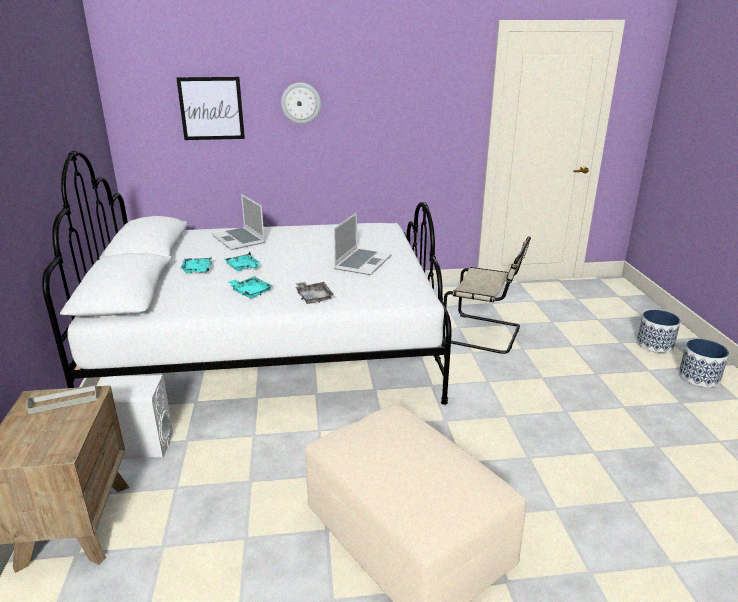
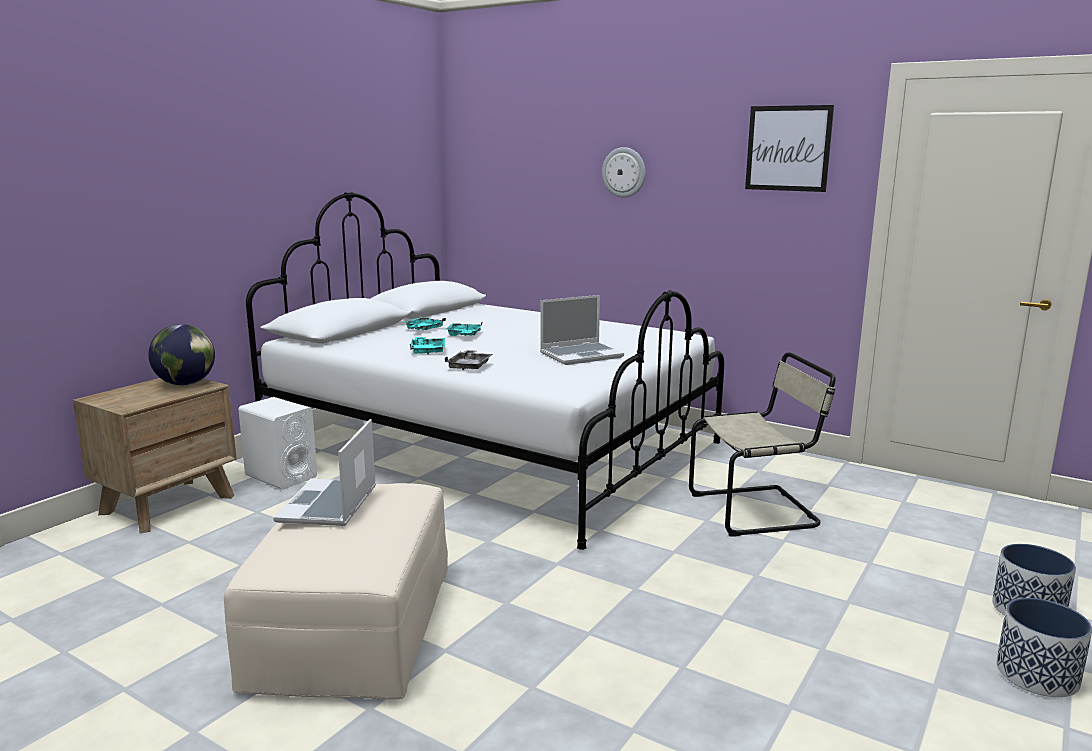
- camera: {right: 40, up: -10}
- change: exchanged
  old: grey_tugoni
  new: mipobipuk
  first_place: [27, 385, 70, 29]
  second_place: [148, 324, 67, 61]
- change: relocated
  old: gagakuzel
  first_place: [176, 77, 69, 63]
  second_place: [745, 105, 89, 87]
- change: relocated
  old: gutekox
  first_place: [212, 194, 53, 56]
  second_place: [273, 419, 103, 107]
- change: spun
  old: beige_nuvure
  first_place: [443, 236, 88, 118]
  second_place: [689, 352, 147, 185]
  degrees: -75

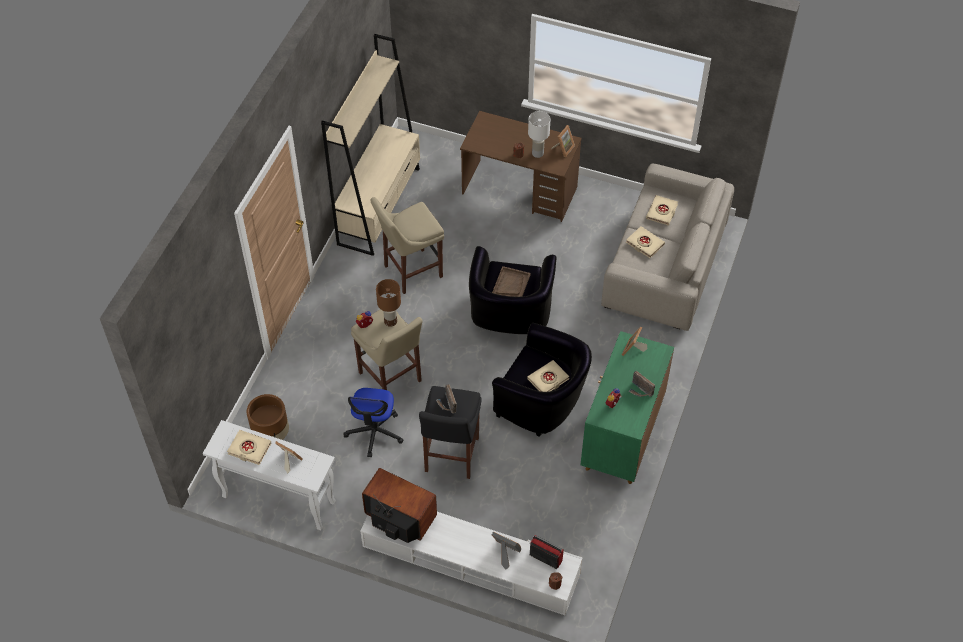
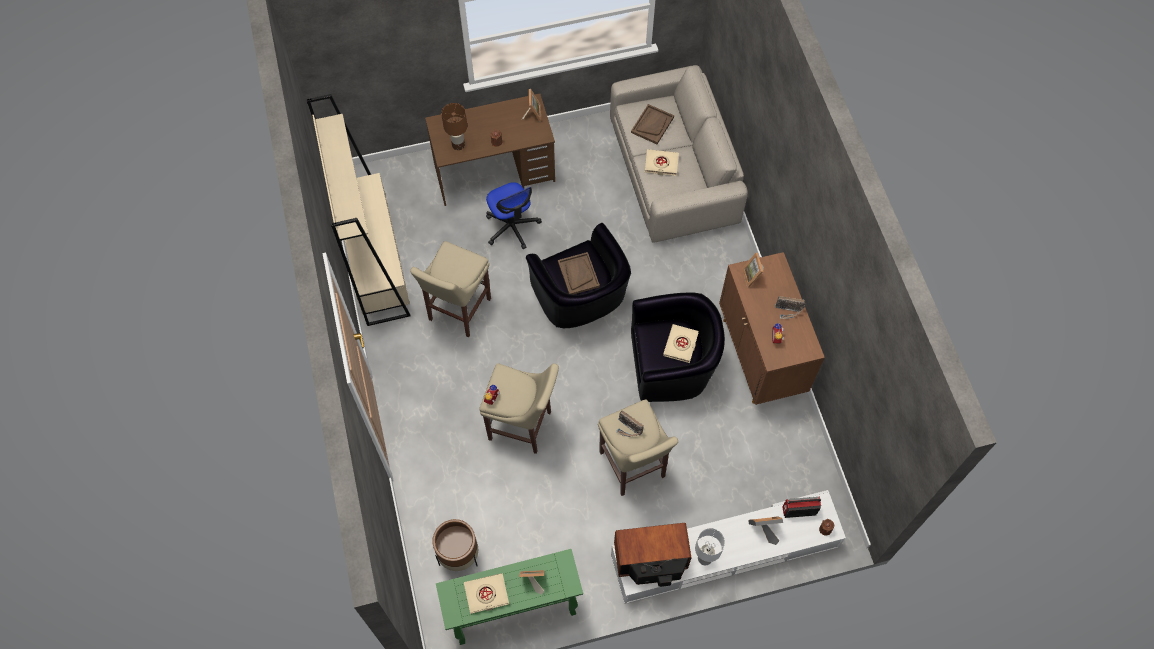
- camera: {right: -35, up: 10}
- change: colour
  old: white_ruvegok
  new: green_ruvegok
  first_place: [203, 420, 133, 111]
  second_place: [436, 549, 147, 96]
- change: relocated
  old: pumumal
  first_place: [343, 388, 61, 69]
  second_place: [486, 182, 56, 67]
- change: relocated
  old: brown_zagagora
  first_place: [376, 279, 25, 48]
  second_place: [441, 103, 26, 47]
- change: colour
  old: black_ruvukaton
  new: beige_ruvukaton
  first_place: [419, 386, 62, 93]
  second_place: [598, 399, 80, 97]
- change: relocated
  old: white_zagagora
  first_place: [528, 111, 23, 47]
  second_place: [695, 528, 30, 37]
- change: colour
  old: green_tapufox
  new: brown_tapufox
  first_place: [580, 331, 94, 153]
  second_place: [719, 252, 106, 153]
- change: exchanged
  old: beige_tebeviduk
  new: brown_tugoni
  first_place: [646, 195, 32, 31]
  second_place: [631, 104, 43, 40]

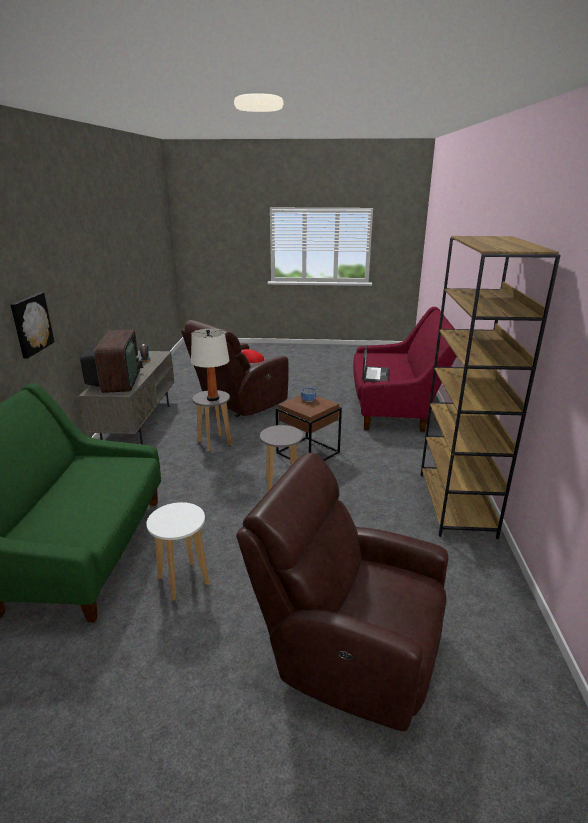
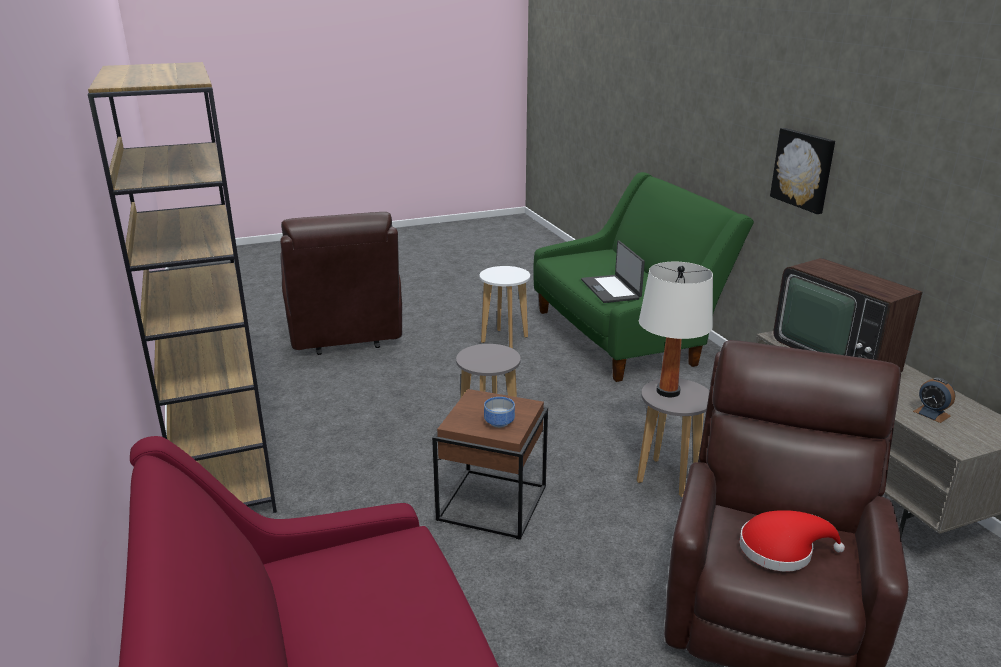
- camera: {right: 155, up: 0}
- change: spun
  old: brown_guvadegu
  first_place: [236, 453, 212, 279]
  second_place: [280, 212, 122, 143]
  degrees: 75
- change: relocated
  old: gutekox
  first_place: [362, 345, 27, 37]
  second_place: [581, 240, 64, 63]

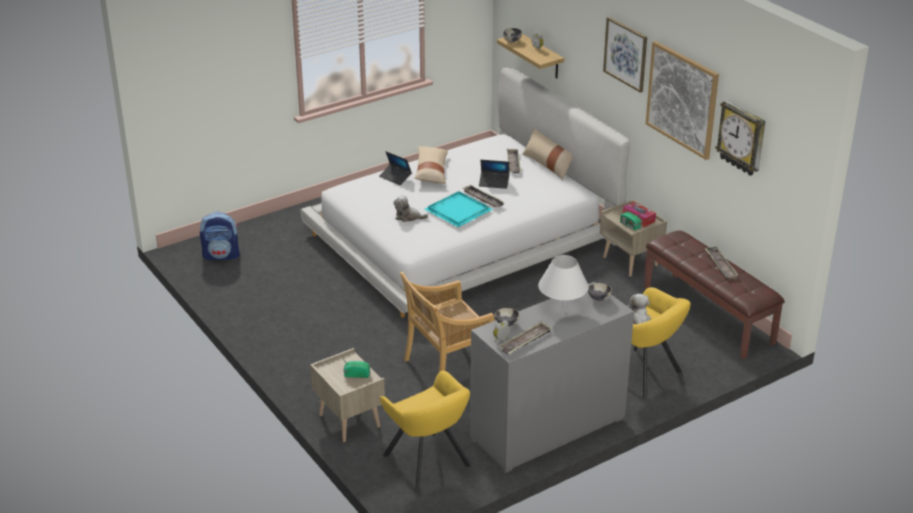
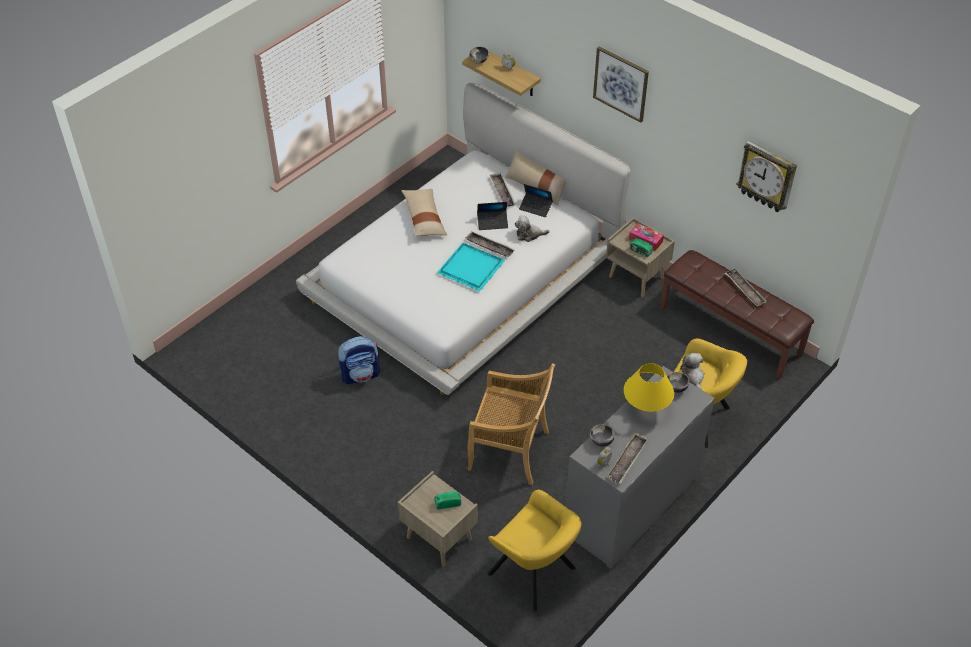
- camera: {right: -15, up: 15}
- change: relocated
  old: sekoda
  first_place: [200, 212, 40, 48]
  second_place: [338, 336, 42, 48]
- change: relocated
  old: gutekox
  first_place: [379, 151, 33, 34]
  second_place: [519, 184, 34, 33]
- change: relocated
  old: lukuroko
  first_place: [394, 195, 34, 27]
  second_place: [515, 215, 35, 27]
- change: spun
  old: beige_nuvure
  first_place: [400, 272, 95, 100]
  second_place: [467, 363, 88, 122]
  degrees: -120
- change: colour
  old: white_zagagora
  new: yellow_zagagora
  first_place: [538, 255, 51, 54]
  second_place: [624, 363, 50, 49]
- change: missing
  old: gagakuzel
  first_place: [646, 41, 73, 119]

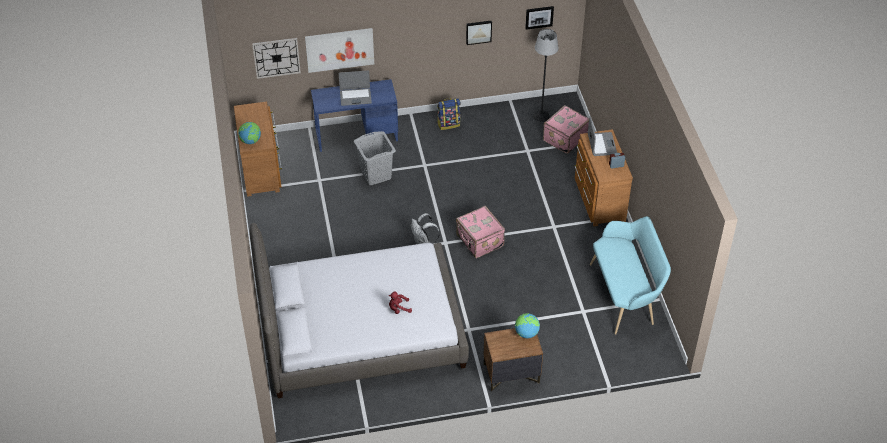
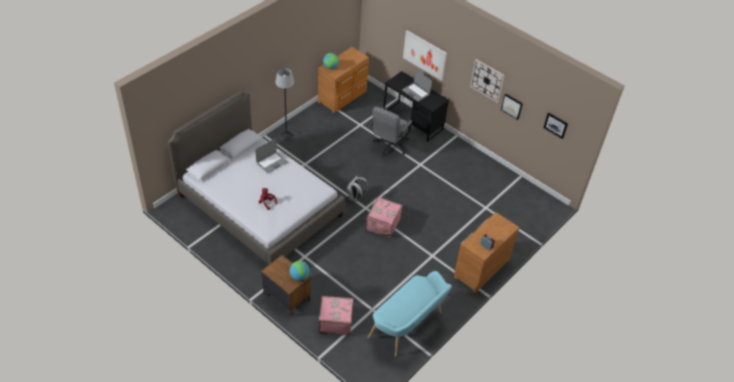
- camera: {right: 50, up: 0}
- change: relocated
  old: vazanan
  first_place: [252, 38, 49, 41]
  second_place: [470, 59, 35, 44]
- change: colour
  old: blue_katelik
  new: black_katelik
  first_place: [311, 79, 87, 73]
  second_place: [383, 71, 66, 71]
- change: exchanged
  old: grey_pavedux
  new: grey_pumumal
  first_place: [354, 131, 42, 54]
  second_place: [371, 107, 41, 49]
- change: missing
  old: sekoda
  first_place: [437, 98, 24, 32]
- change: relocated
  old: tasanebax
  first_place: [533, 29, 26, 93]
  second_place: [275, 67, 19, 73]
- change: relocated
  old: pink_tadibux
  first_place: [543, 105, 46, 49]
  second_place: [318, 296, 36, 39]
- change: relocated
  old: gutekox
  first_place: [588, 116, 29, 40]
  second_place: [256, 139, 31, 34]

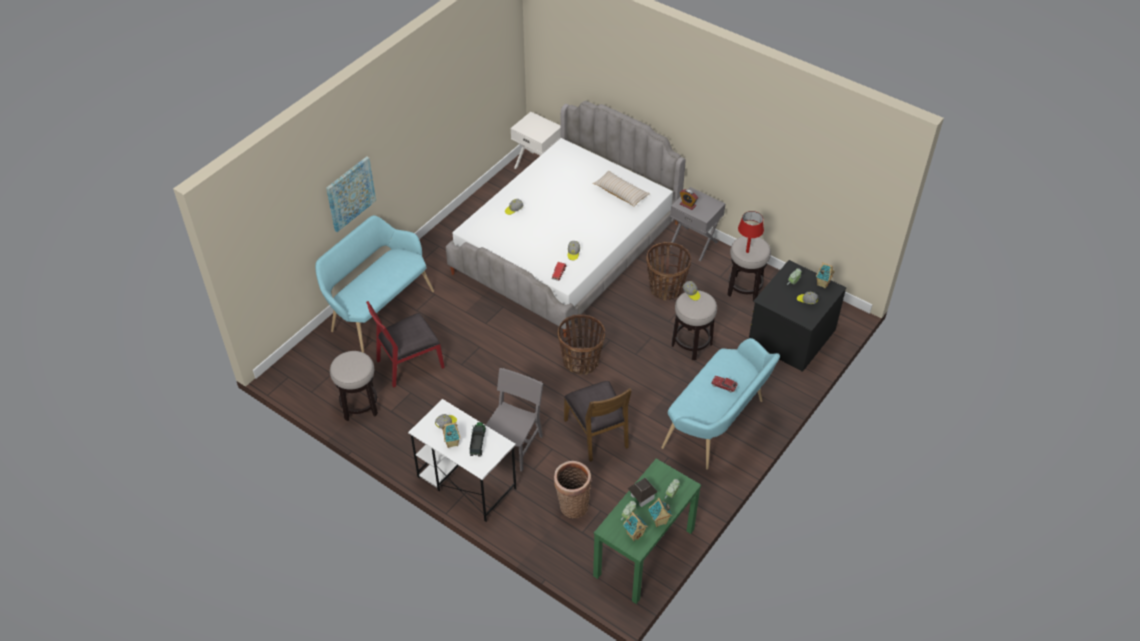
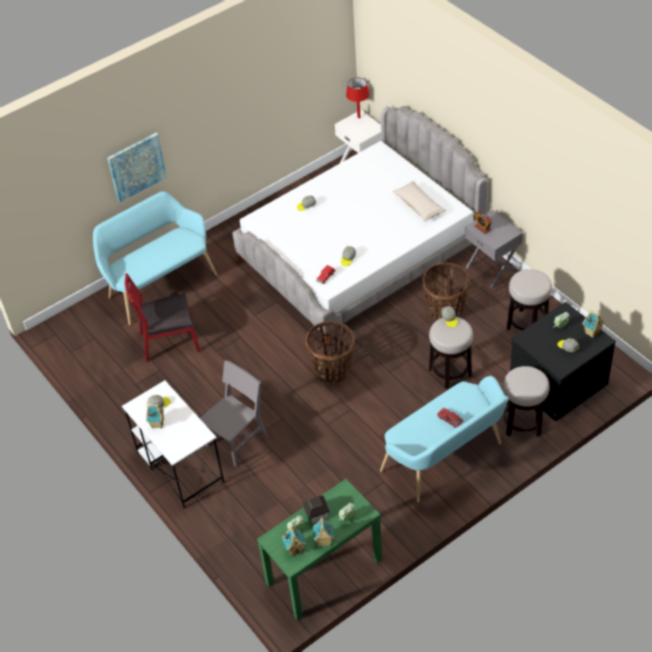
- camera: {right: 20, up: 0}
- change: relocated
  old: ruvukaton
  first_place: [330, 351, 48, 70]
  second_place: [503, 366, 47, 71]
- change: missing
  old: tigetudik
  first_place: [470, 422, 16, 35]
- change: missing
  old: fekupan
  first_place: [554, 461, 37, 57]
- change: missing
  old: brown_nuvure
  first_place: [564, 381, 68, 81]
- change: relocated
  old: red_zagagora
  first_place: [738, 211, 26, 42]
  second_place: [346, 78, 24, 40]

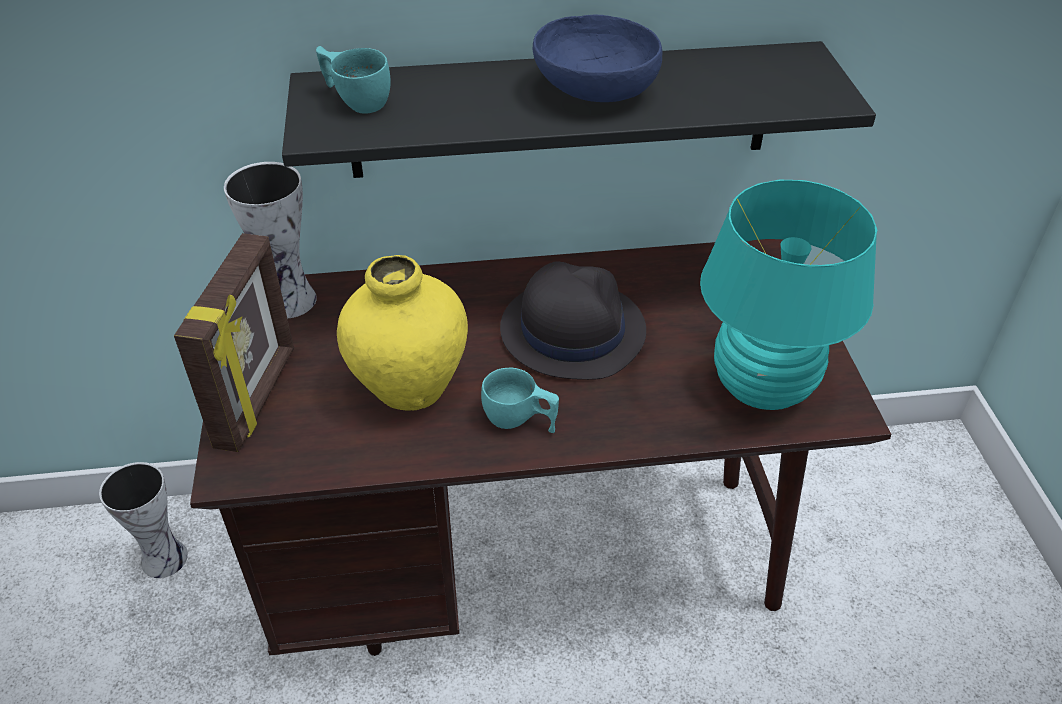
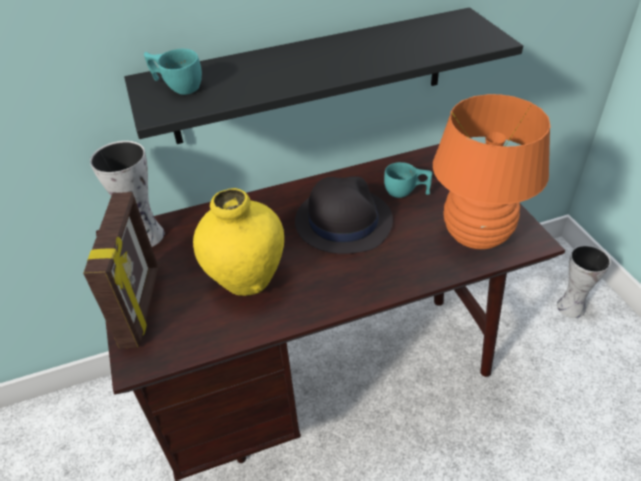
- camera: {right: -10, up: 0}
- change: relocated
  old: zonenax
  first_place: [99, 462, 89, 116]
  second_place: [557, 245, 54, 73]
- change: relocated
  old: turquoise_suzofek
  first_place: [481, 368, 78, 65]
  second_place: [384, 162, 48, 36]
- change: missing
  old: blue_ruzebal
  first_place: [533, 14, 129, 88]
- change: colour
  old: turquoise_zagagora
  new: orange_zagagora
  first_place: [700, 180, 177, 230]
  second_place: [433, 94, 118, 155]

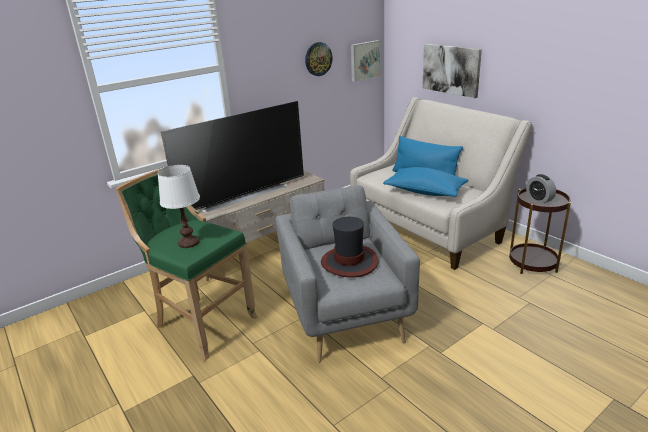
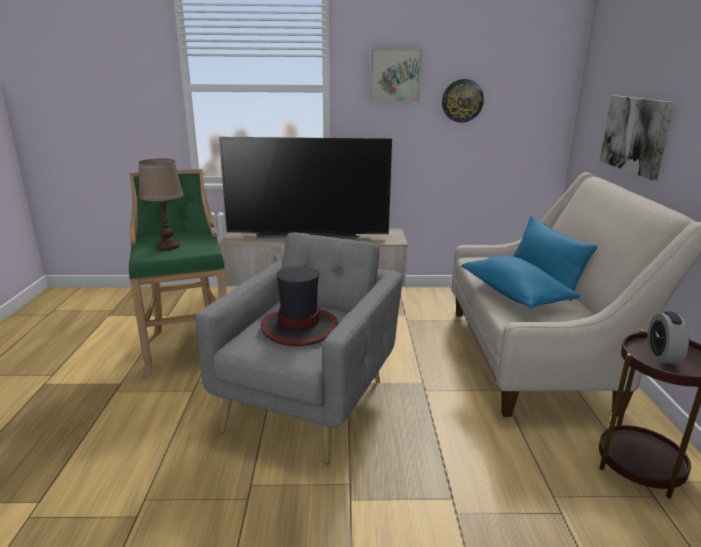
- camera: {right: 35, up: -5}
- change: colour
  old: white_zagagora
  new: brown_zagagora
  first_place: [157, 165, 43, 83]
  second_place: [138, 158, 46, 92]
- change: relocated
  old: gagakuzel
  first_place: [351, 40, 29, 42]
  second_place: [370, 49, 52, 53]

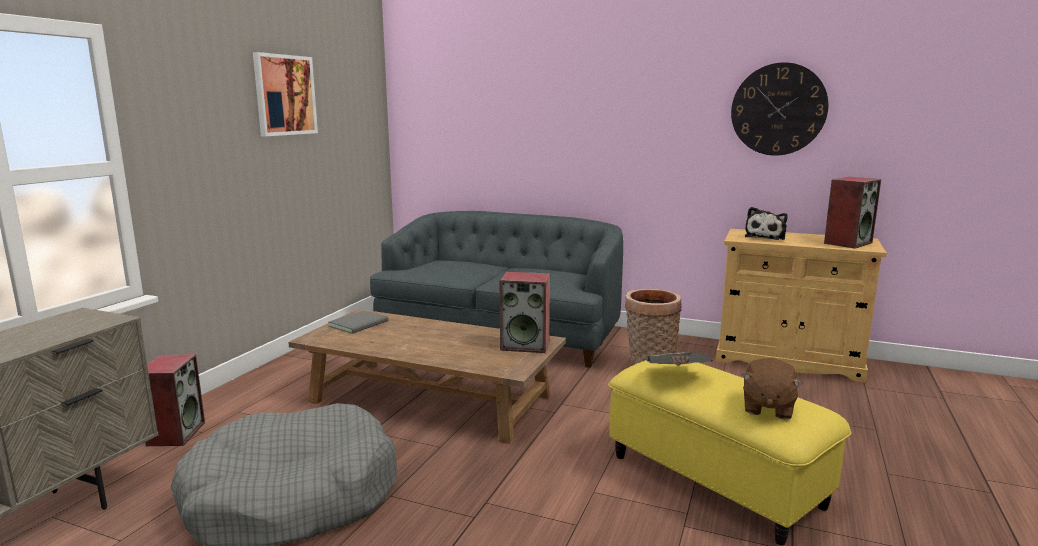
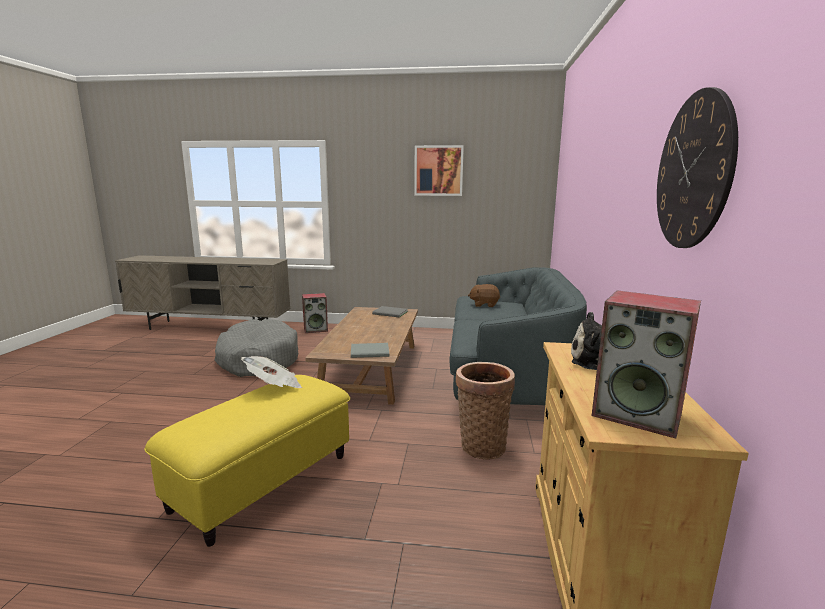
- camera: {right: 75, up: 0}
- change: exchanged
  old: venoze
  new: grey_tebeviduk
  first_place: [500, 272, 50, 81]
  second_place: [351, 343, 38, 15]
- change: relocated
  old: brown_lukuroko
  first_place: [742, 358, 61, 62]
  second_place: [468, 284, 32, 23]

